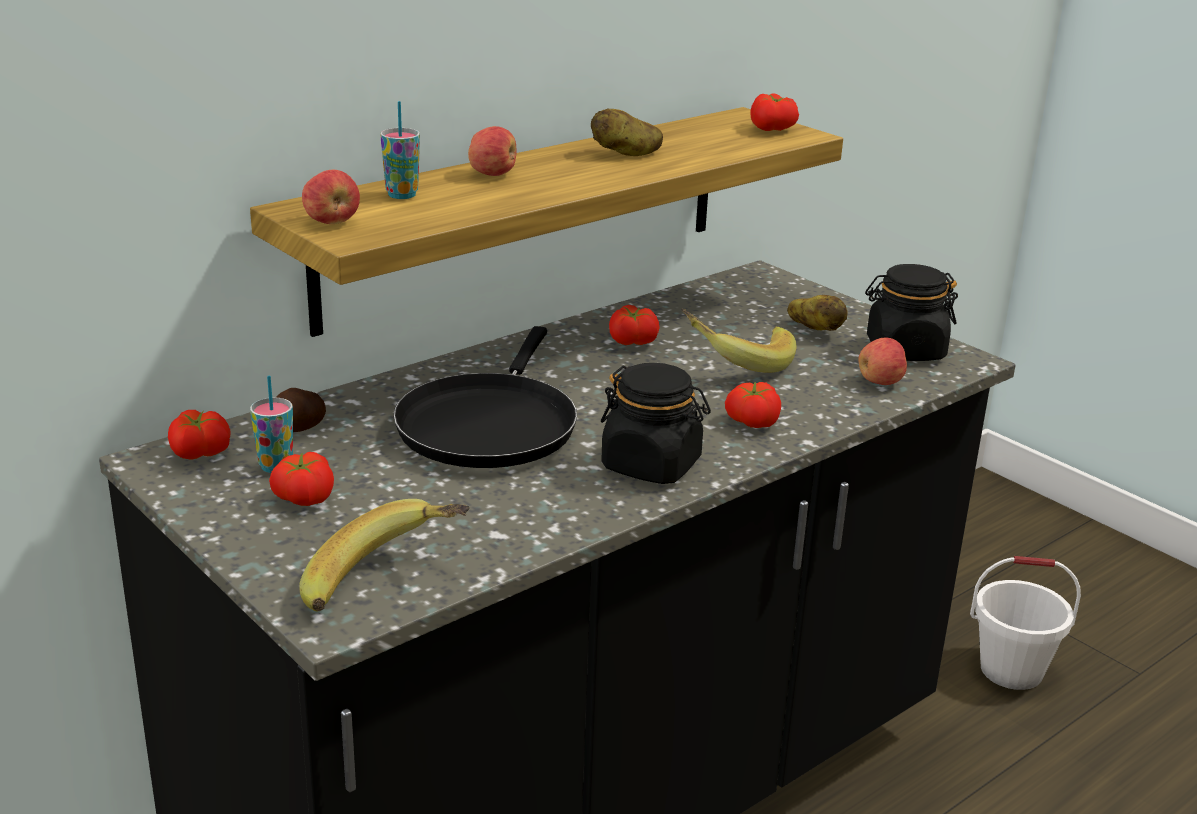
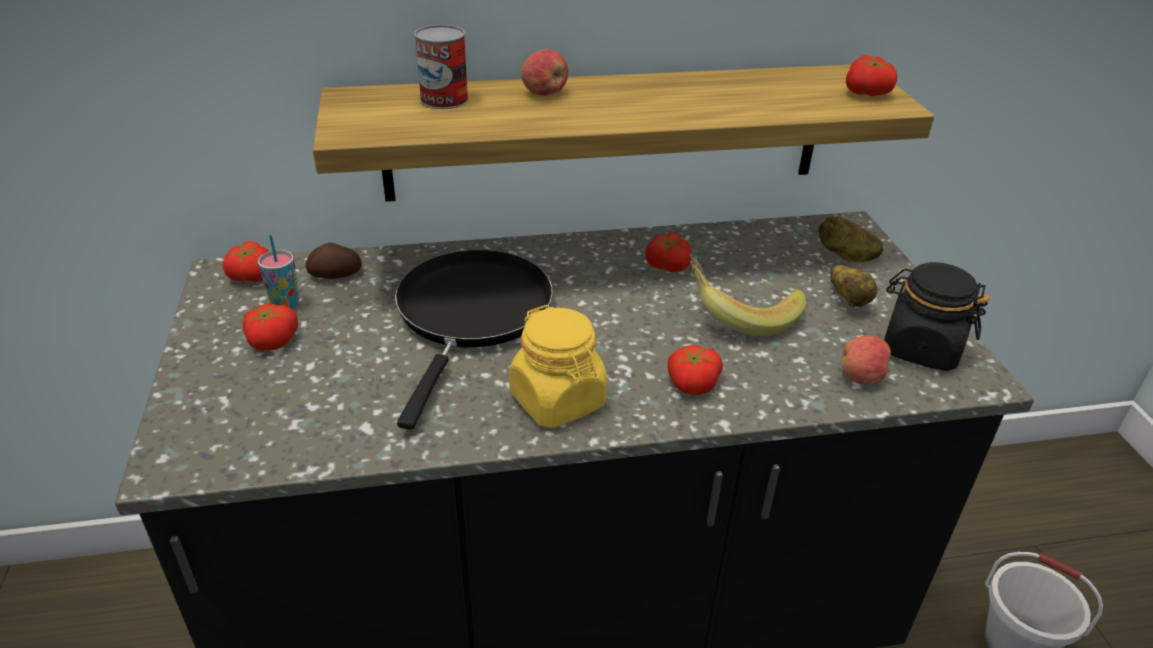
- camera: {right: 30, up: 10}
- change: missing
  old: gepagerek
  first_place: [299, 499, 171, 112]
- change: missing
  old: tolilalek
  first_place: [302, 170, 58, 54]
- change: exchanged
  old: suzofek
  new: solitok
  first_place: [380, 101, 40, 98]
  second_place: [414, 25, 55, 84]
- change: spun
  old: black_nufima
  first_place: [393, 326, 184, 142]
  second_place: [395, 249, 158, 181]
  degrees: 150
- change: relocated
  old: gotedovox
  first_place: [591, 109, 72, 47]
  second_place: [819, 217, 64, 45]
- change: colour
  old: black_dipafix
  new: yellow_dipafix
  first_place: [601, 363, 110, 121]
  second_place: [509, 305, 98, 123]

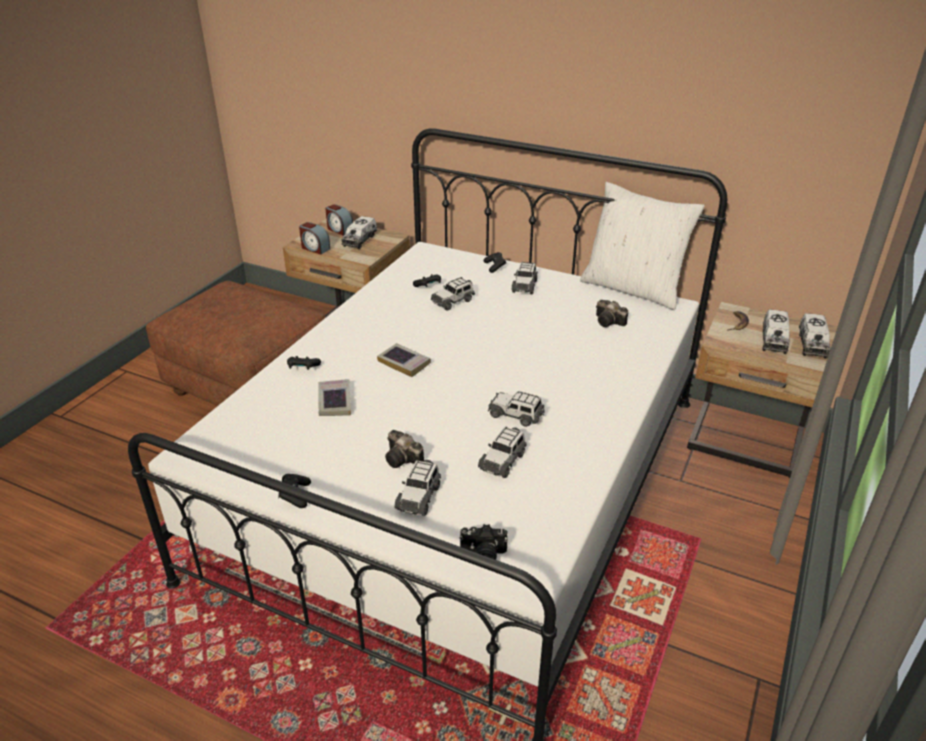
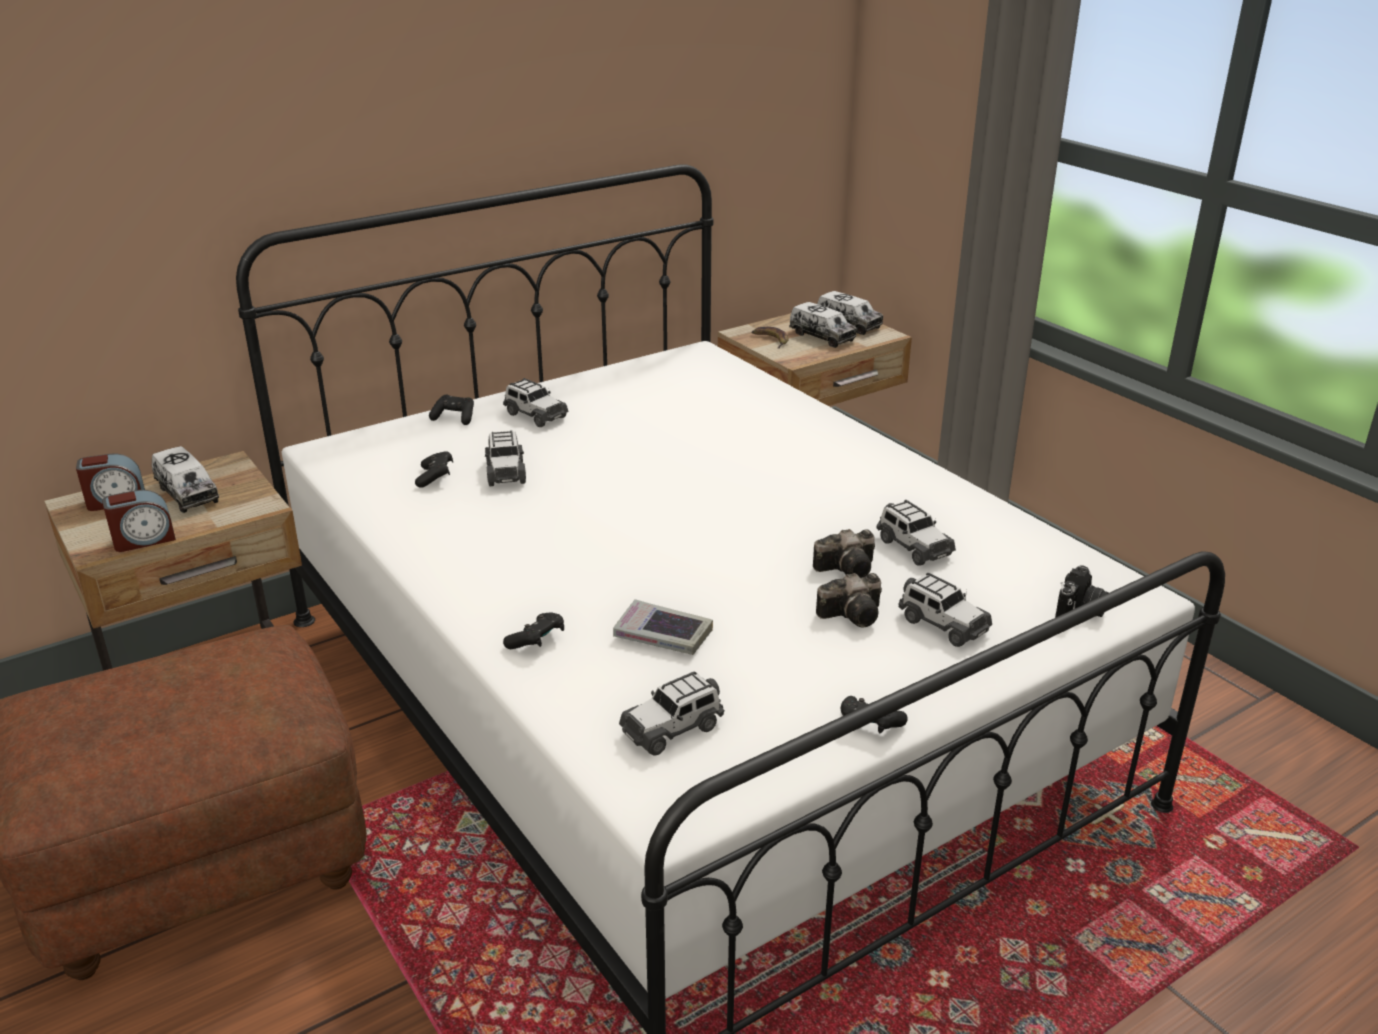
- camera: {right: -60, up: -5}
- change: missing
  old: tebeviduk
  first_place: [377, 343, 54, 34]
- change: relocated
  old: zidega
  first_place: [488, 391, 57, 36]
  second_place: [619, 671, 106, 84]
- change: missing
  old: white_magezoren
  first_place: [580, 182, 124, 128]
- change: relocated
  old: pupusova
  first_place: [596, 300, 32, 27]
  second_place: [813, 529, 62, 49]

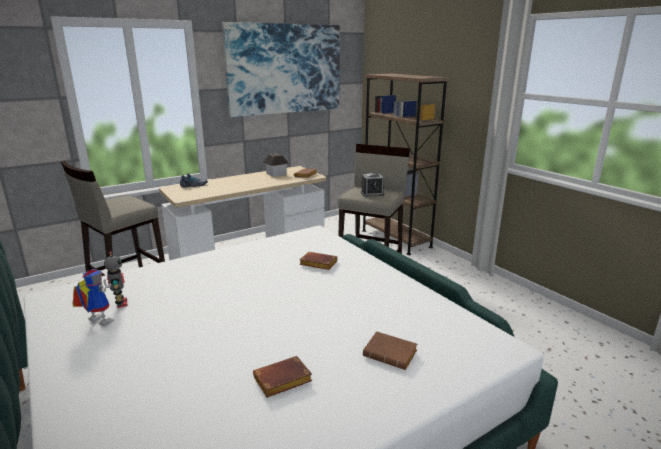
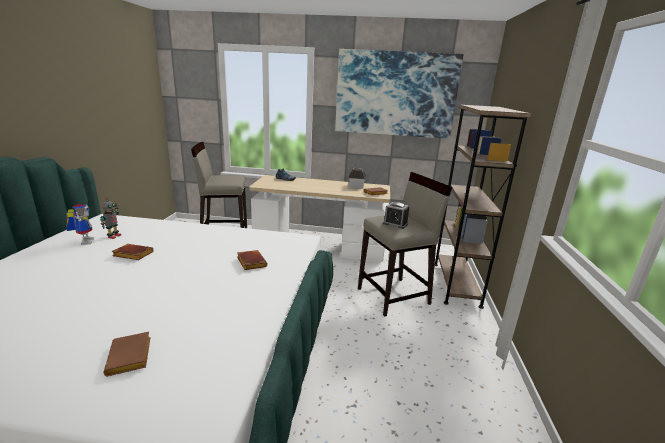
- camera: {right: 40, up: 0}
- change: relocated
  old: brown_tebeviduk
  first_place: [253, 356, 59, 42]
  second_place: [112, 244, 42, 16]

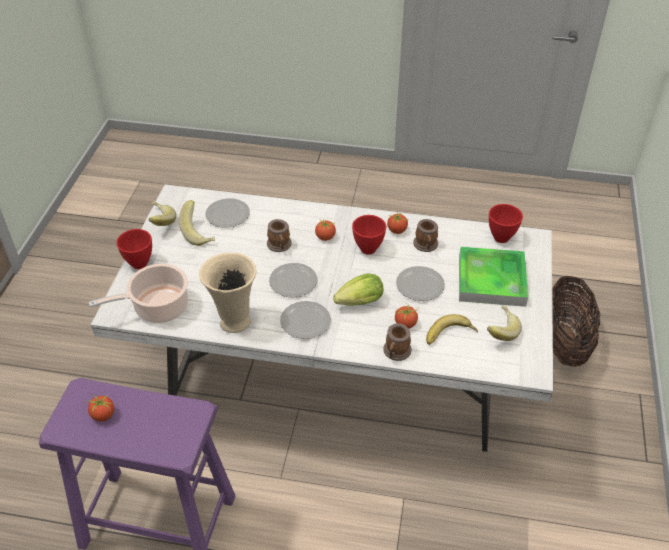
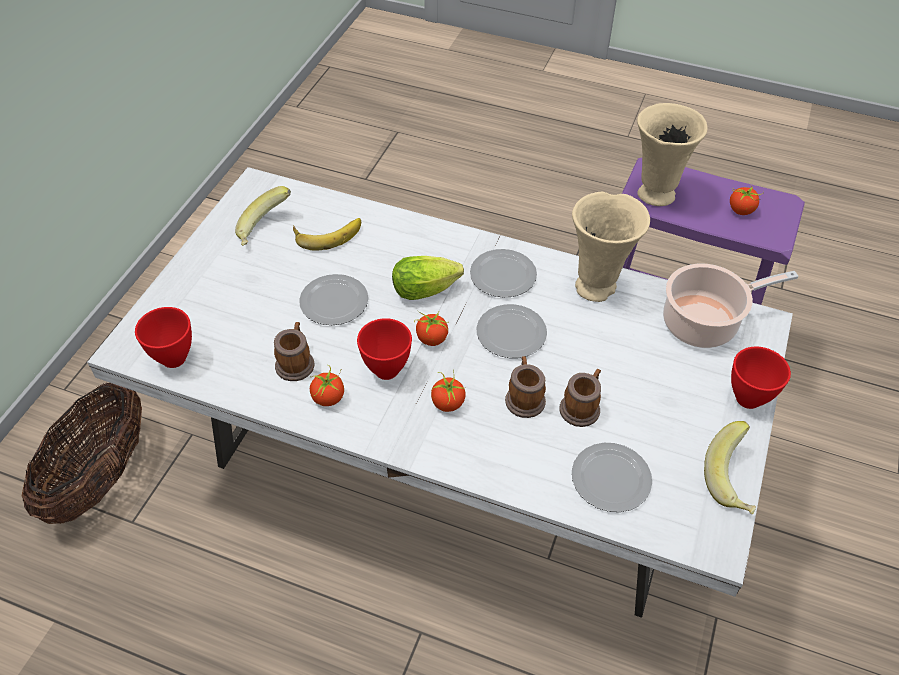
- camera: {right: -170, up: 5}
- change: missing
  old: gepagerek
  first_place: [179, 200, 36, 46]
- change: relocated
  old: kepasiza
  first_place: [383, 323, 29, 38]
  second_place: [559, 369, 42, 58]
- change: relocated
  old: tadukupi
  first_place: [395, 303, 24, 26]
  second_place: [414, 311, 34, 35]
- change: missing
  old: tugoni
  first_place: [459, 247, 69, 60]
- change: appeared
  new: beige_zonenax
  second_place: [637, 103, 71, 103]

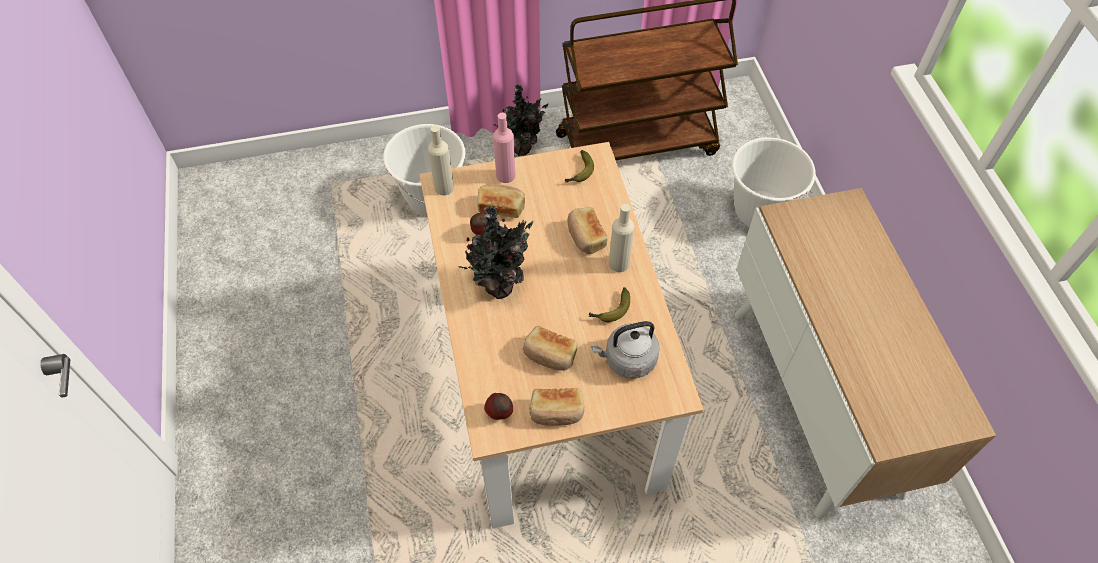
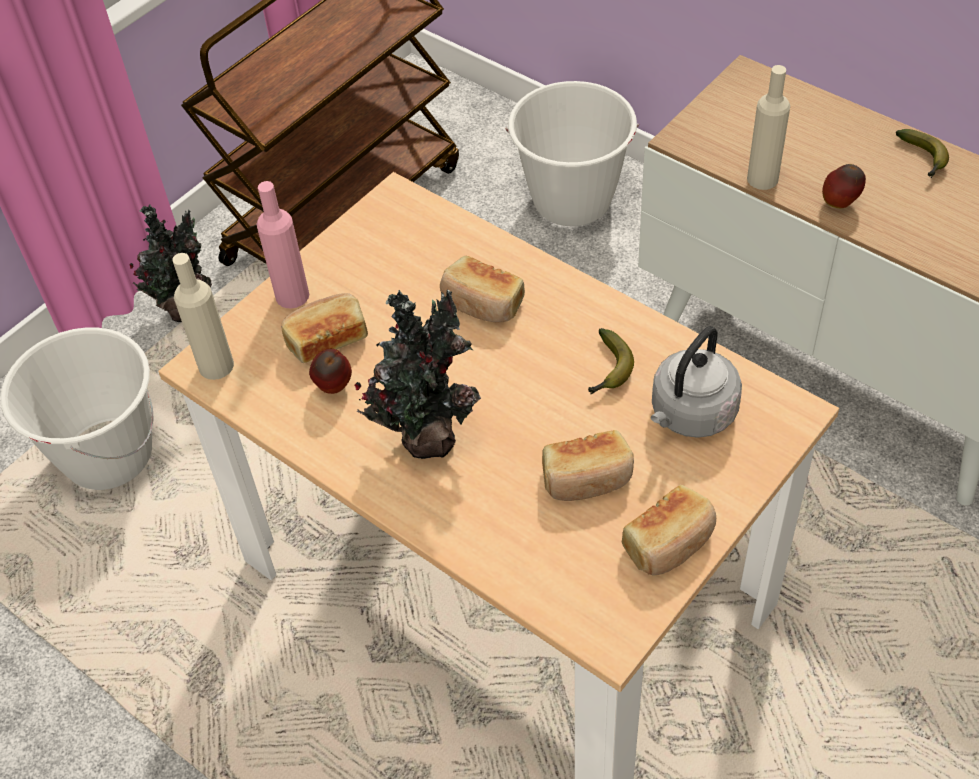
- camera: {right: -35, up: -5}
- change: relocated
  old: tolilalek
  first_place: [484, 393, 29, 27]
  second_place: [822, 164, 44, 44]
- change: relocated
  old: gepagerek
  first_place: [565, 150, 29, 33]
  second_place: [896, 129, 53, 49]
- change: relocated
  old: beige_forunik
  first_place: [609, 204, 25, 68]
  second_place: [747, 65, 43, 125]

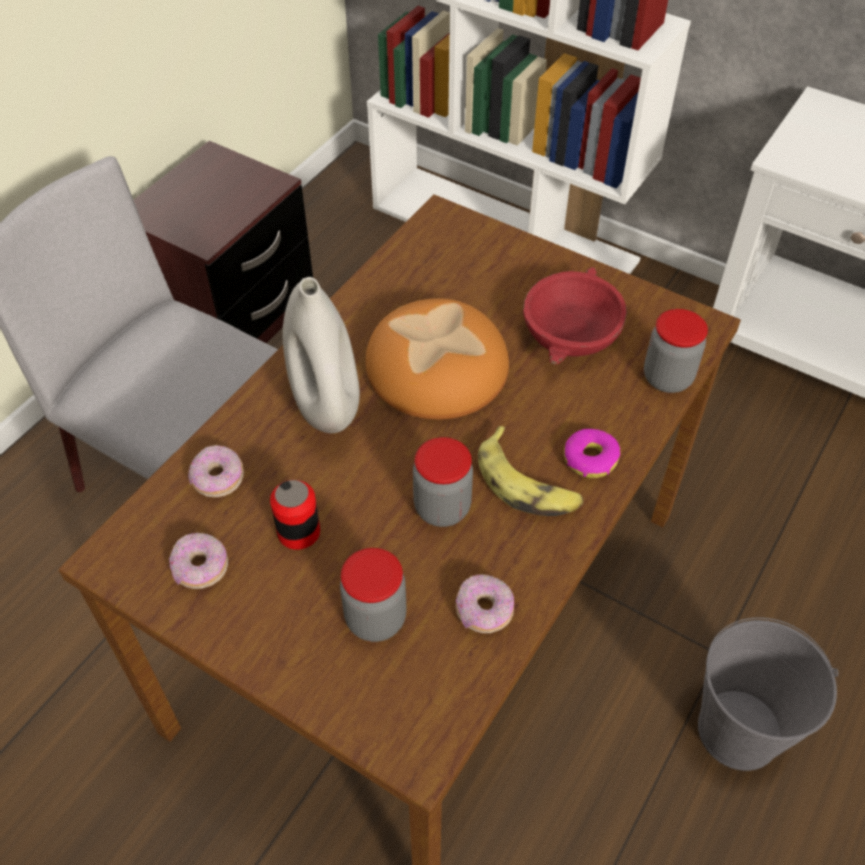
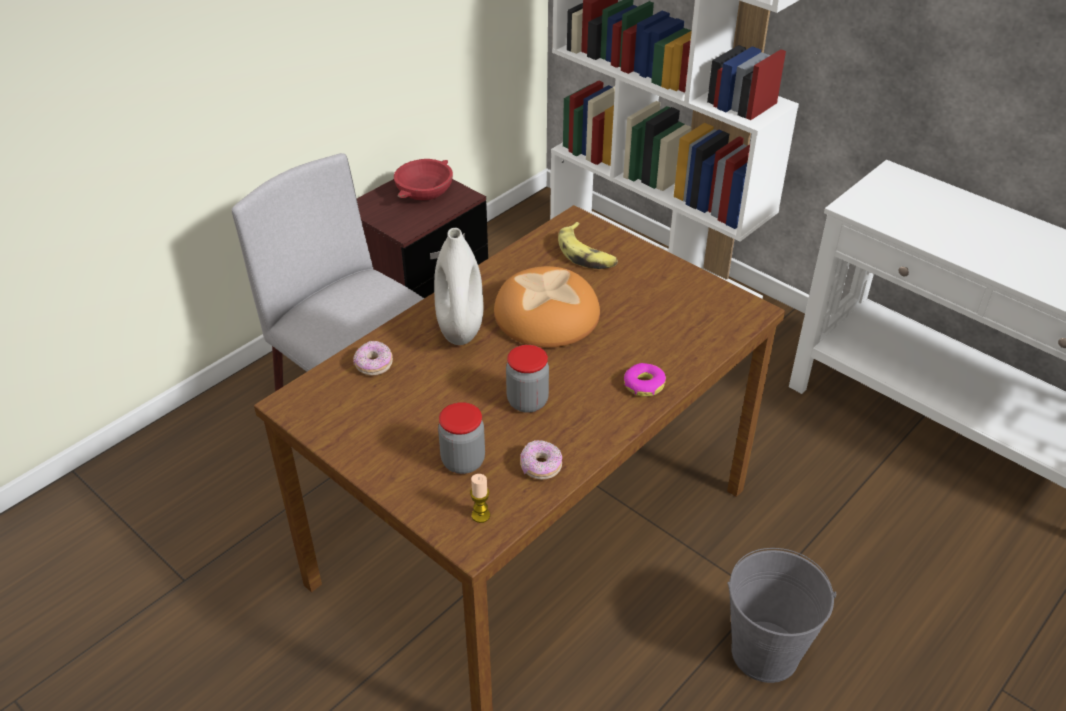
- camera: {right: 10, up: -10}
- change: missing
  old: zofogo
  first_place: [169, 533, 59, 56]
- change: missing
  old: solitok
  first_place: [270, 480, 50, 70]
- change: relocated
  old: gepagerek
  first_place: [478, 426, 106, 90]
  second_place: [558, 222, 60, 47]
- change: relocated
  old: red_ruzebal
  first_place: [523, 267, 104, 97]
  second_place: [394, 159, 59, 41]
- change: missing
  old: dipafix
  first_place: [644, 309, 64, 84]
- change: appeared
  new: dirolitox
  second_place: [470, 474, 20, 49]

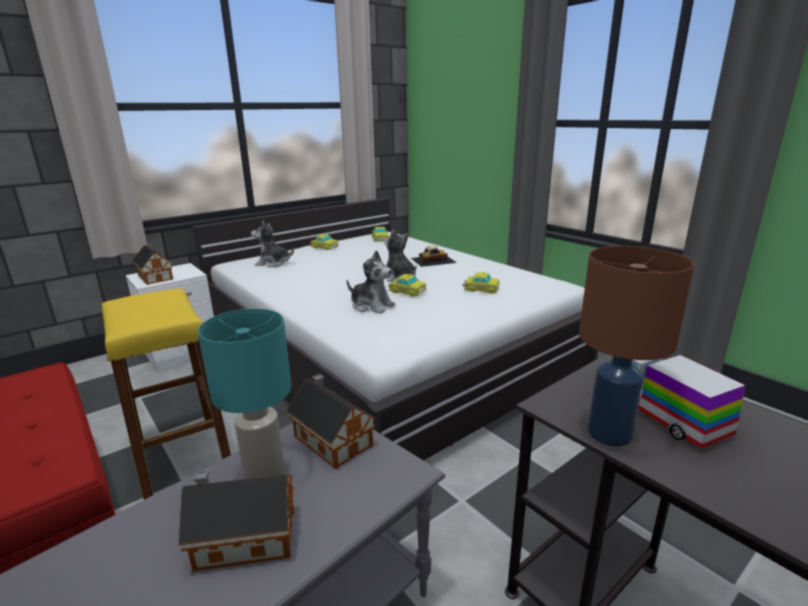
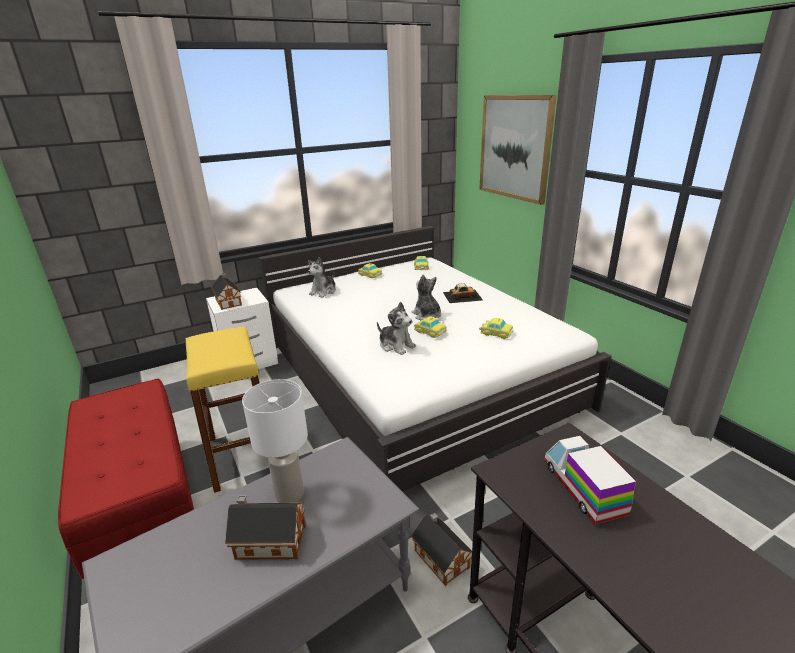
- camera: {right: 10, up: 5}
- change: colour
  old: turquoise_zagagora
  new: white_zagagora
  first_place: [198, 309, 93, 170]
  second_place: [242, 379, 66, 124]
- change: spun
  old: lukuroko
  first_place: [251, 221, 43, 46]
  second_place: [308, 257, 28, 41]
  degrees: -75
- change: relocated
  old: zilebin
  first_place: [286, 374, 90, 95]
  second_place: [411, 512, 61, 74]
- change: missing
  old: brown_zagagora
  first_place: [579, 246, 115, 201]
- change: appeared
  new: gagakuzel
  second_place: [479, 95, 77, 110]

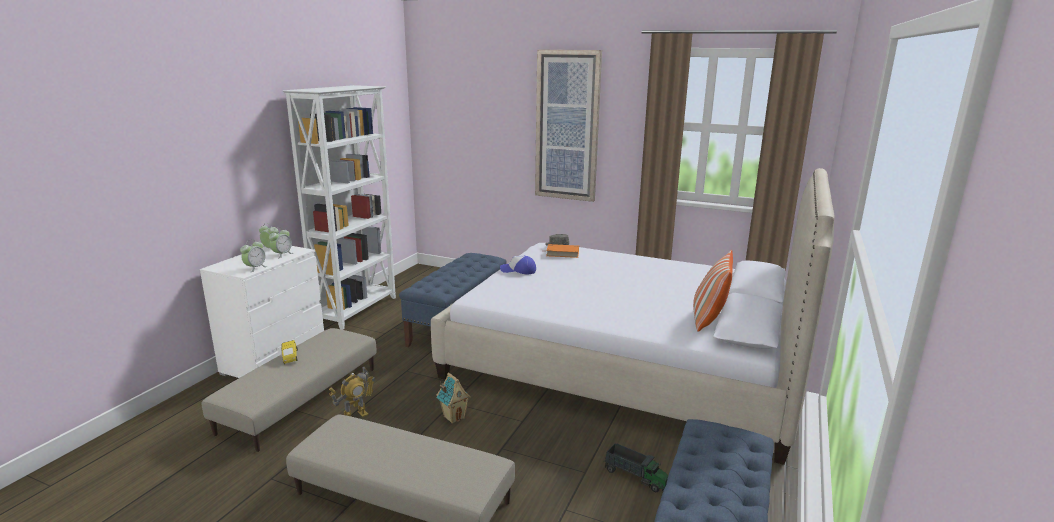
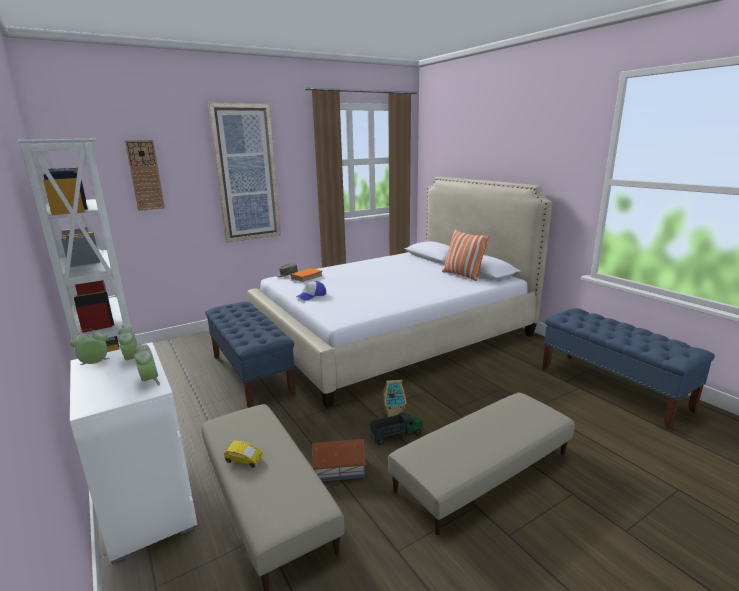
- camera: {right: -55, up: 0}
- change: exchanged
  old: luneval
  new: zilebin
  first_place: [329, 366, 46, 51]
  second_place: [312, 439, 55, 43]
- change: relocated
  old: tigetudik
  first_place: [604, 444, 64, 49]
  second_place: [369, 411, 54, 34]
- change: appeared
  new: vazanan
  second_place: [125, 140, 40, 71]

